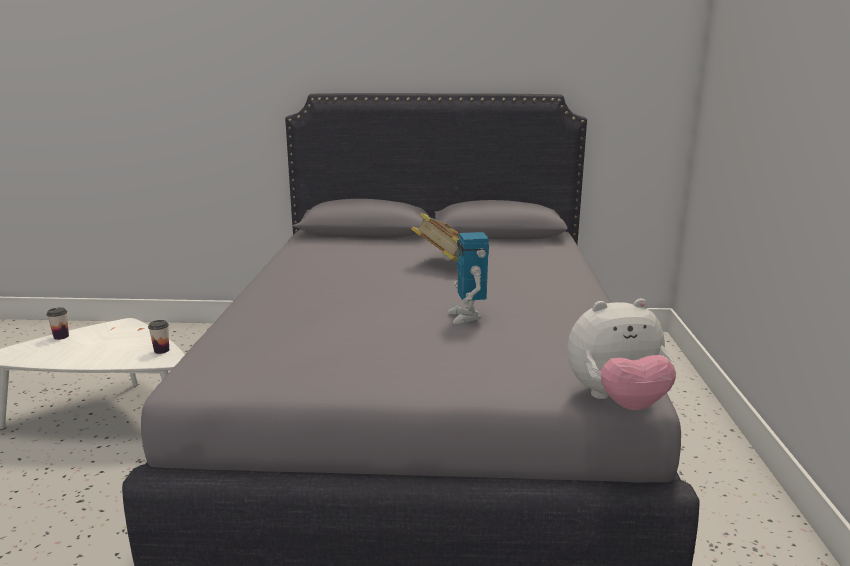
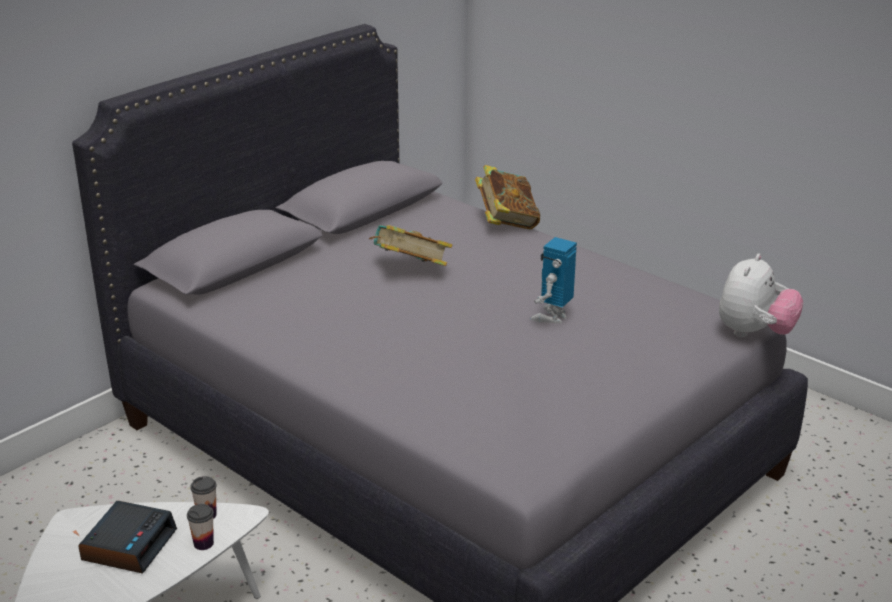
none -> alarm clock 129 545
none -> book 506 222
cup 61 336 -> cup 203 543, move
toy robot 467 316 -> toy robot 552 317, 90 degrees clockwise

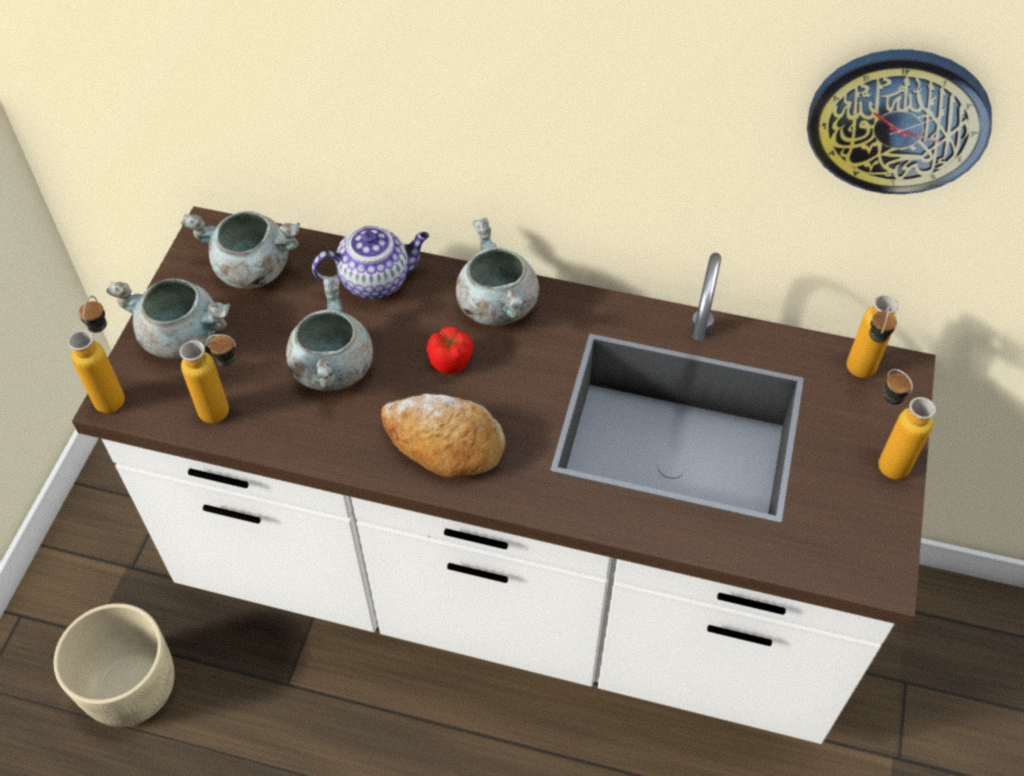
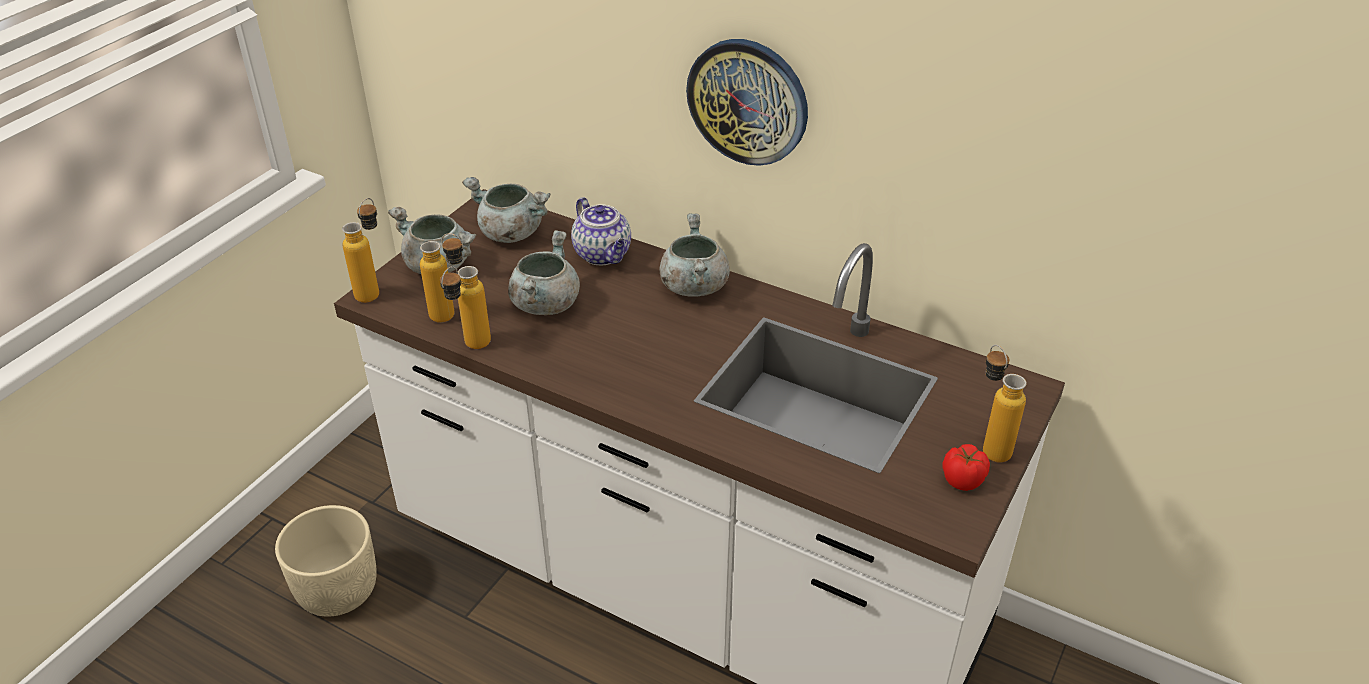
bread 443 443 -> none
tomato 451 361 -> tomato 963 480, move
wall clock 898 120 -> wall clock 748 101, move
bottle 859 377 -> bottle 470 348, move
teapot 376 280 -> teapot 603 255, 60 degrees clockwise

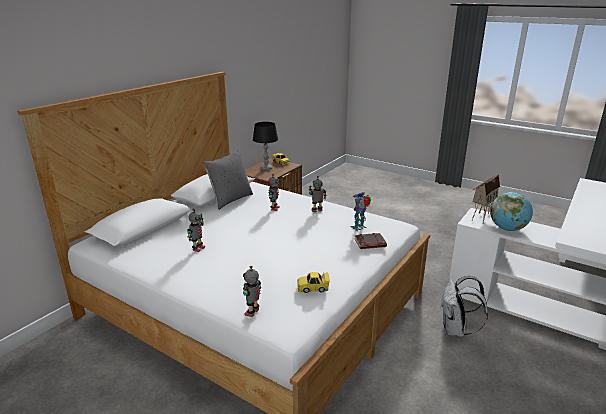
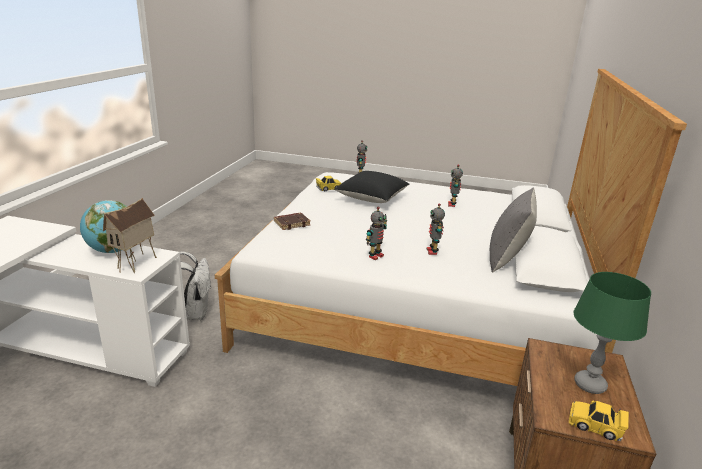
toy robot 360 228 -> none
none -> black pillow 371 198
black table lamp 266 168 -> green table lamp 589 385

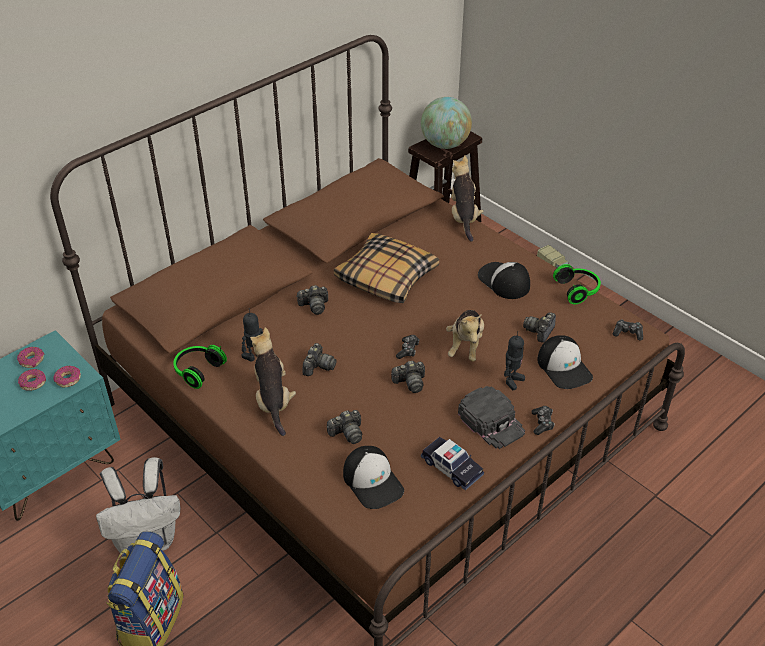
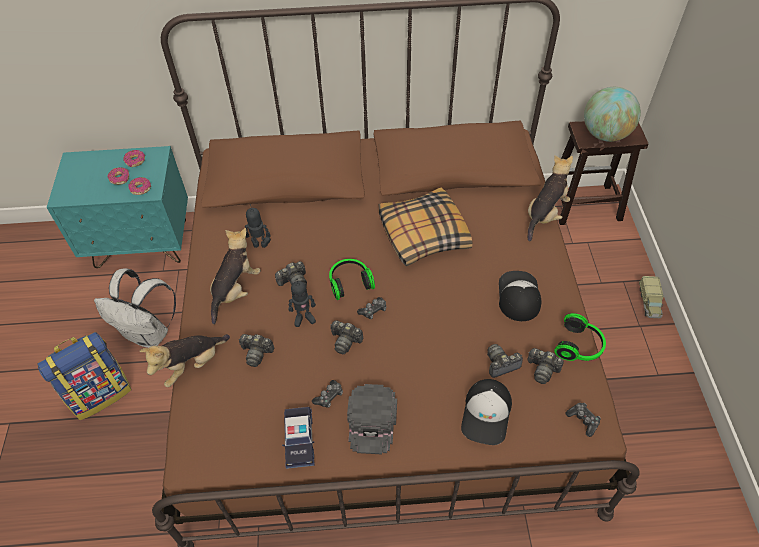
cap 373 481 -> none
headphones 197 370 -> headphones 350 282, move
photo camera 314 306 -> photo camera 542 369, move
plush toy 465 345 -> plush toy 192 365, move
toy robot 512 380 -> toy robot 304 318, move
game controller 542 423 -> game controller 329 397, move

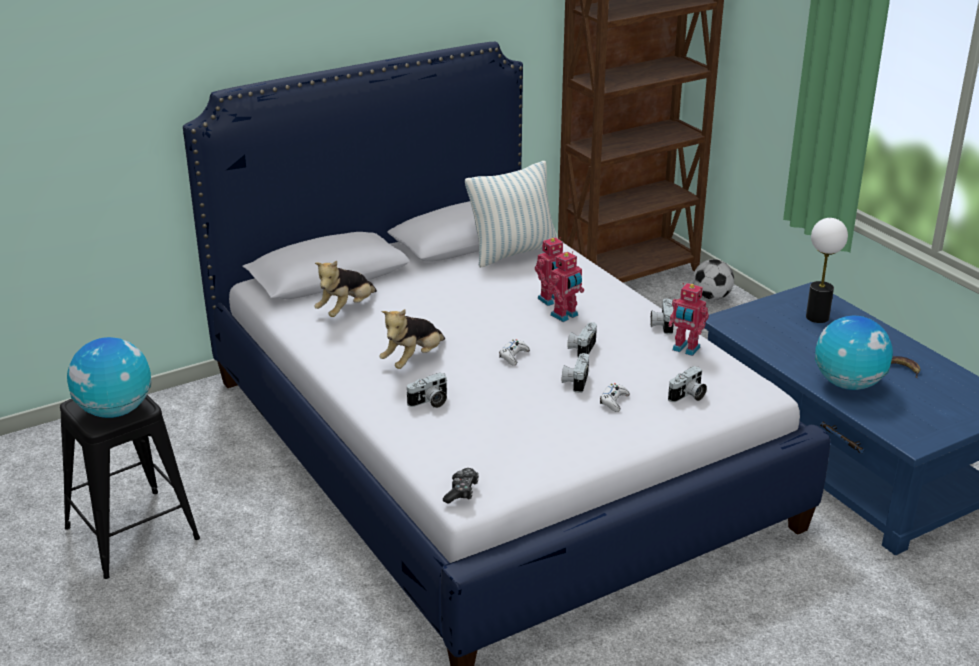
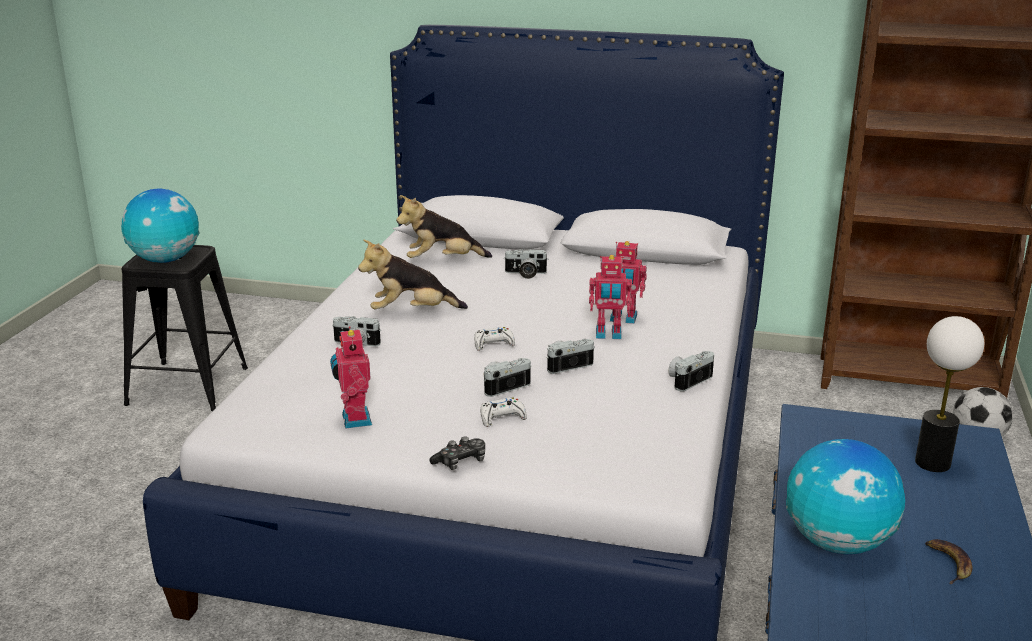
pillow 513 252 -> none
game controller 461 491 -> game controller 461 462, move
toy robot 685 349 -> toy robot 354 419, move
photo camera 688 396 -> photo camera 525 274, move

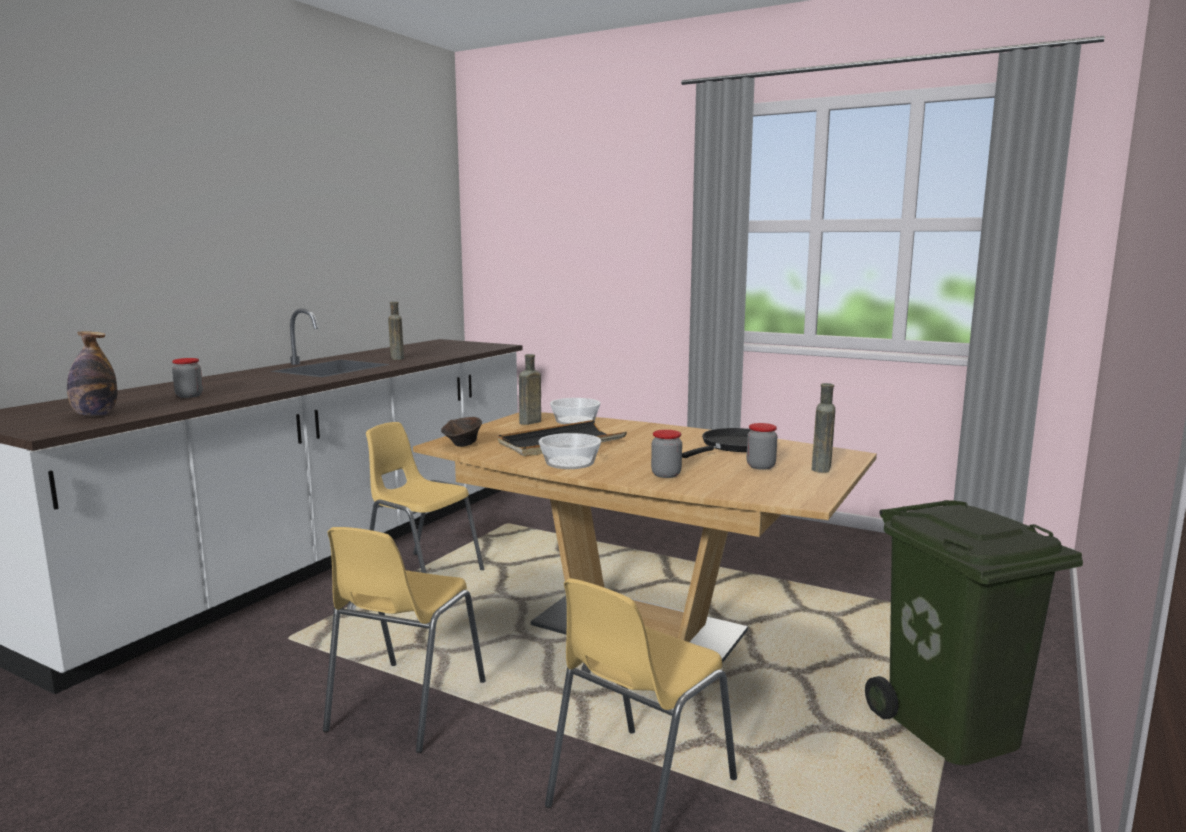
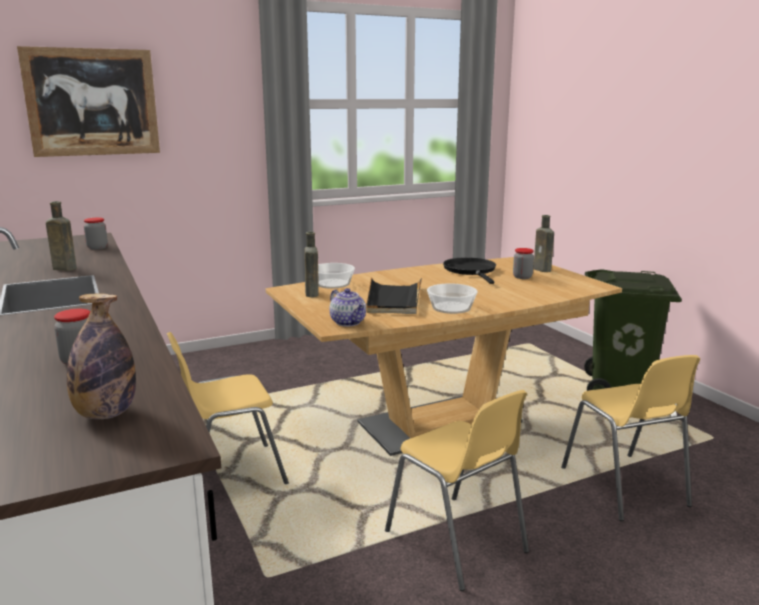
none -> picture 92 102
jar 666 474 -> jar 97 247, move
brown bowl 462 445 -> teapot 348 322

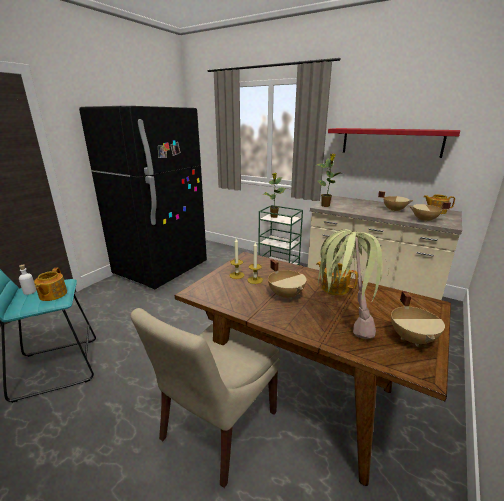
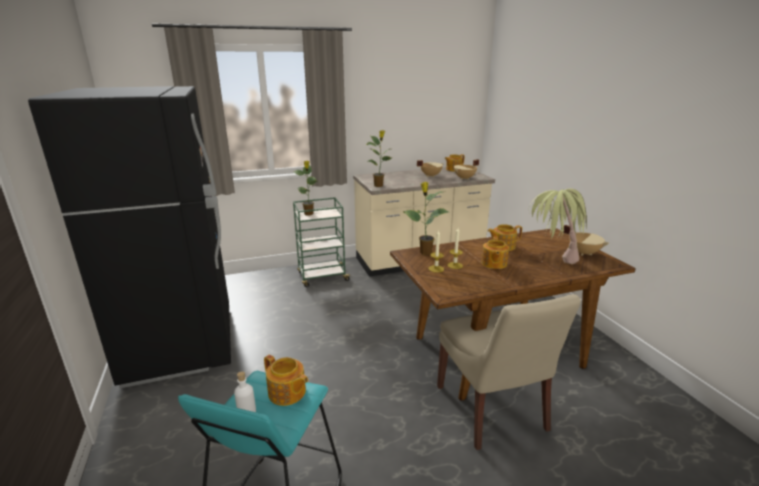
red shelf 391 142 -> none
none -> potted plant 425 252
beige cooking pot 286 295 -> teapot 493 264

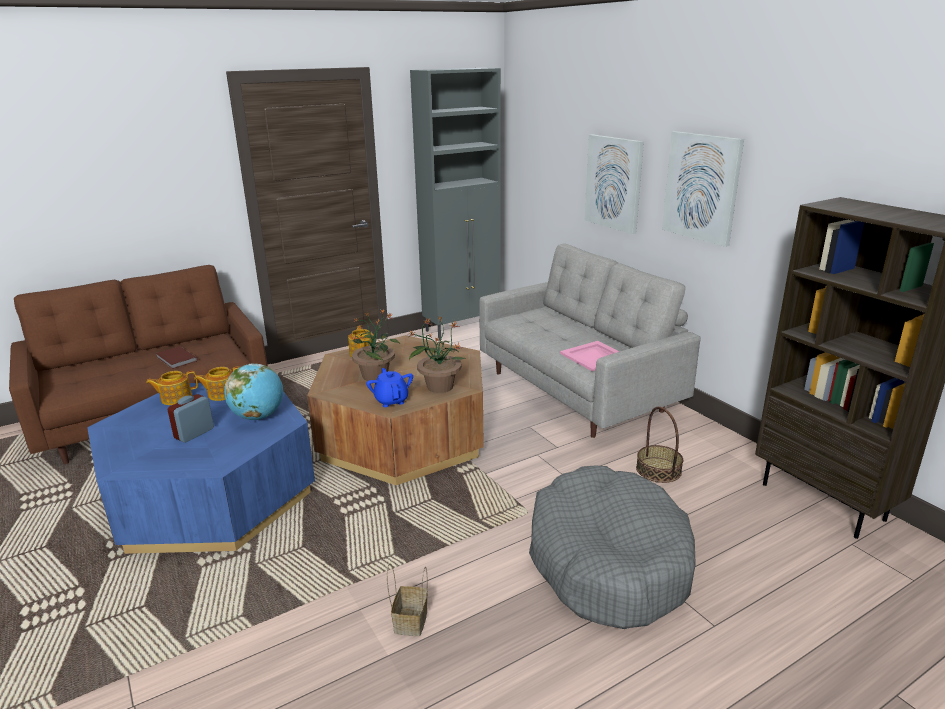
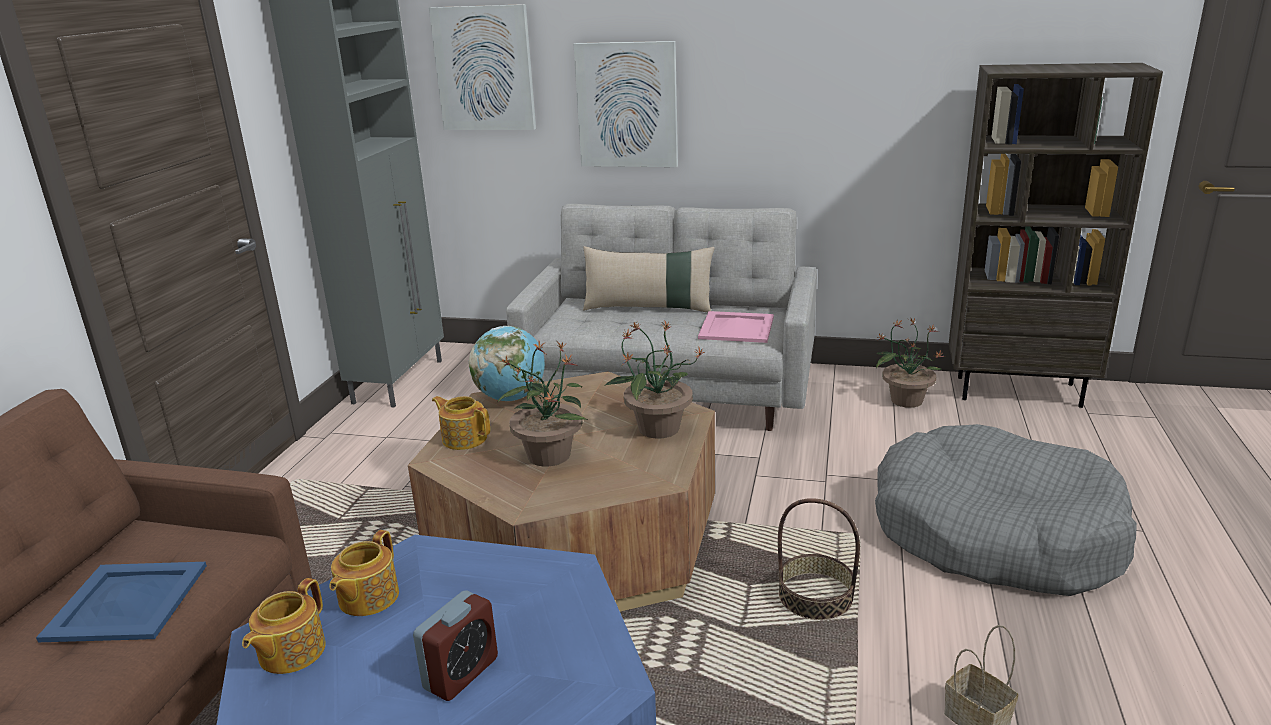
blue teapot 391 400 -> none
none -> beige pillow 649 308
none -> potted plant 905 400
globe 258 417 -> globe 511 397, move
basket 658 470 -> basket 815 597, move
picture 702 187 -> picture 484 68, move
brown book 176 359 -> blue tray 127 602
alarm clock 194 433 -> alarm clock 461 673, 135 degrees counterclockwise

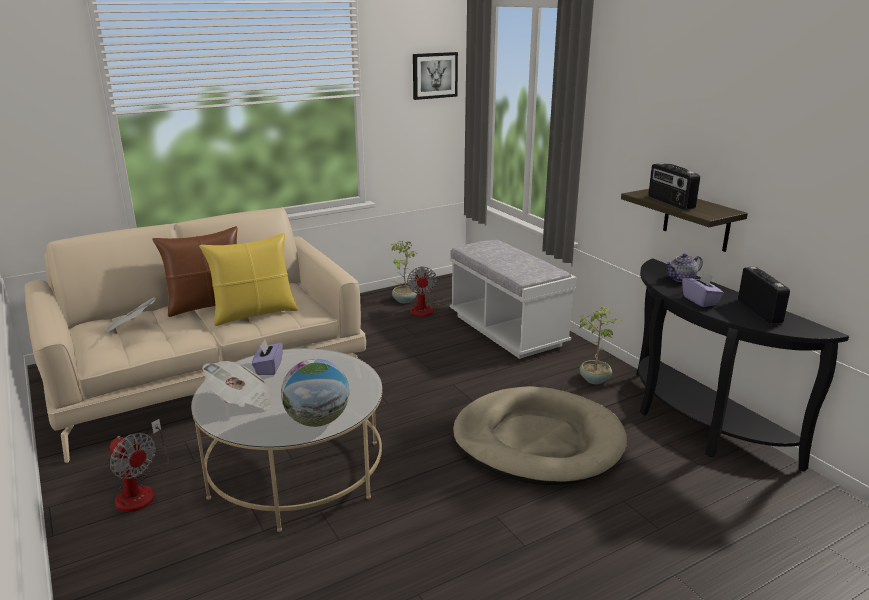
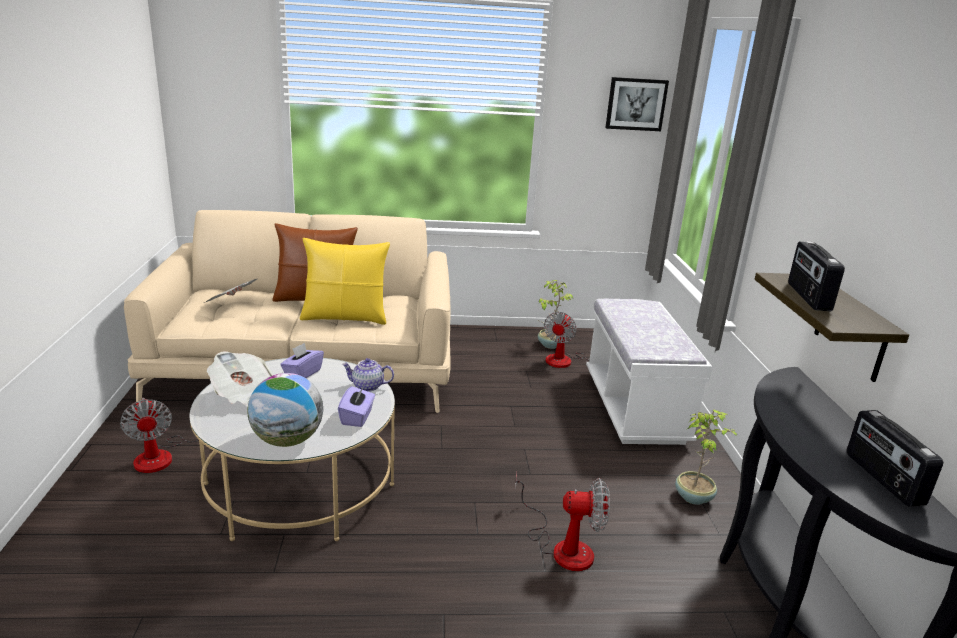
teapot 682 279 -> teapot 367 386, move
purple tissue box 700 300 -> purple tissue box 357 417, move
beige dog bed 537 441 -> fan 563 546
radio 760 311 -> radio 882 479, 150 degrees clockwise

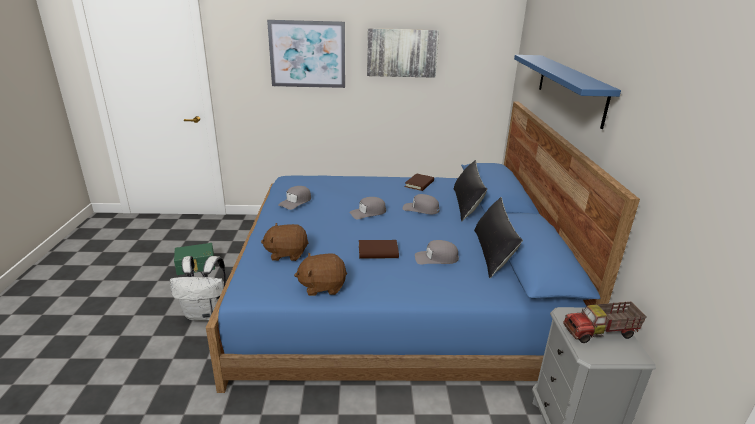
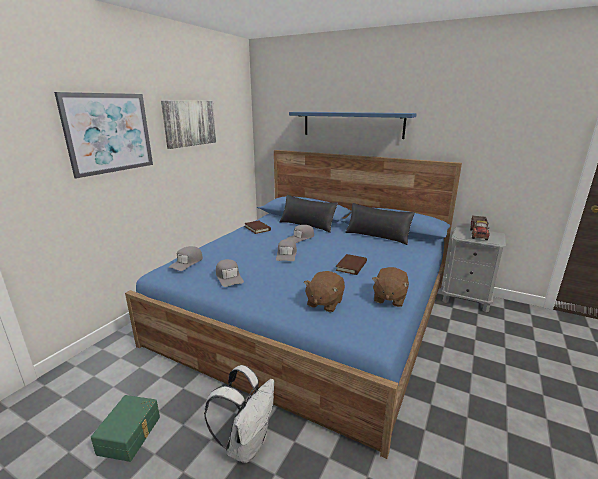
grey cap 436 258 -> grey cap 187 262, move

